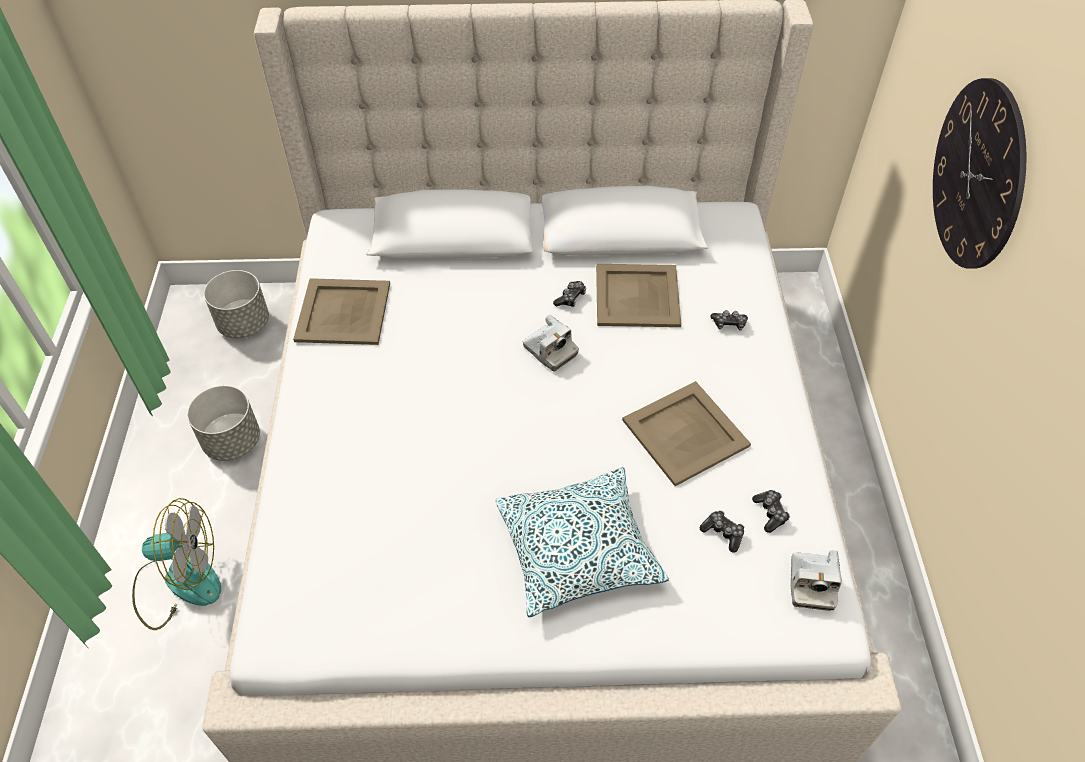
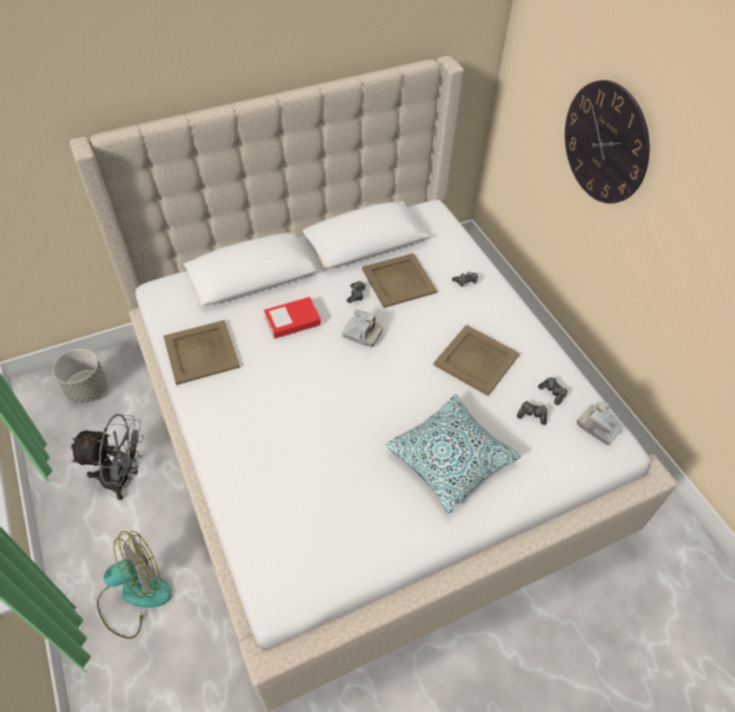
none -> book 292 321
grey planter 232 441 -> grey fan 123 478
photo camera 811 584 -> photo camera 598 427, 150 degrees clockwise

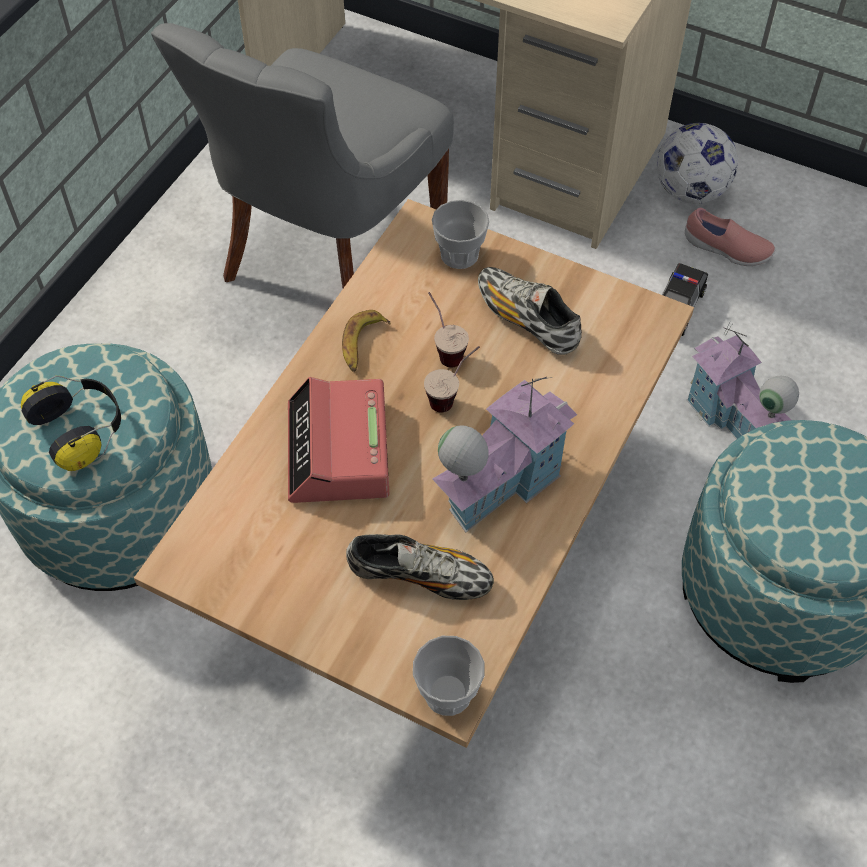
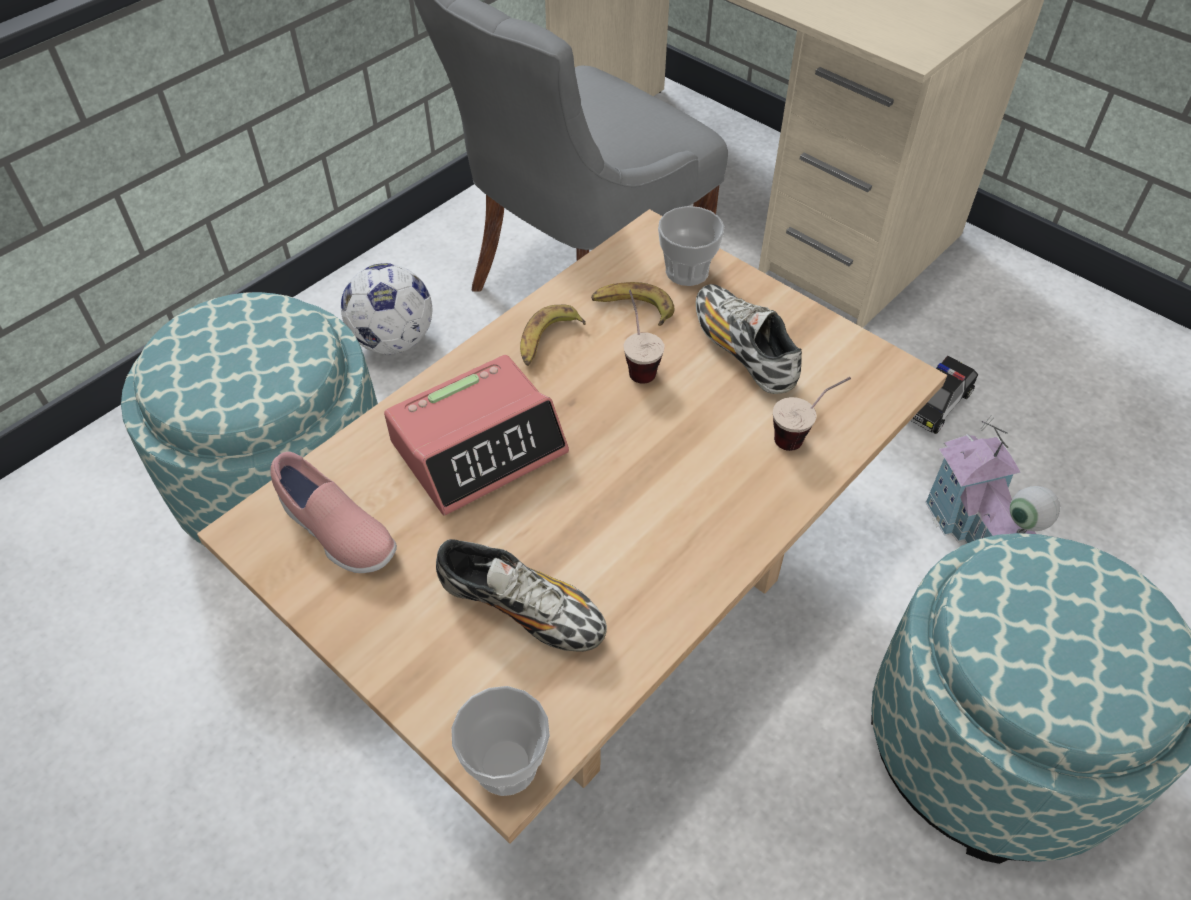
headphones 81 430 -> none
toy house 500 484 -> none
none -> banana 632 308
cup 452 396 -> cup 803 435, move
football 690 191 -> football 394 340, move
pink shoe 726 250 -> pink shoe 336 533, move
alarm clock 338 451 -> alarm clock 479 446, 135 degrees counterclockwise

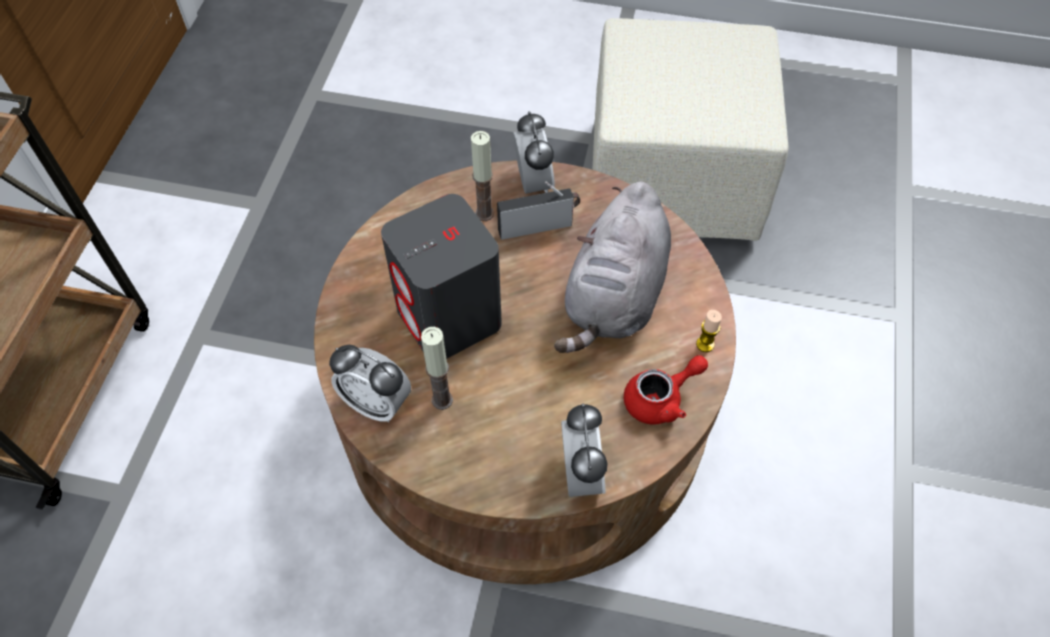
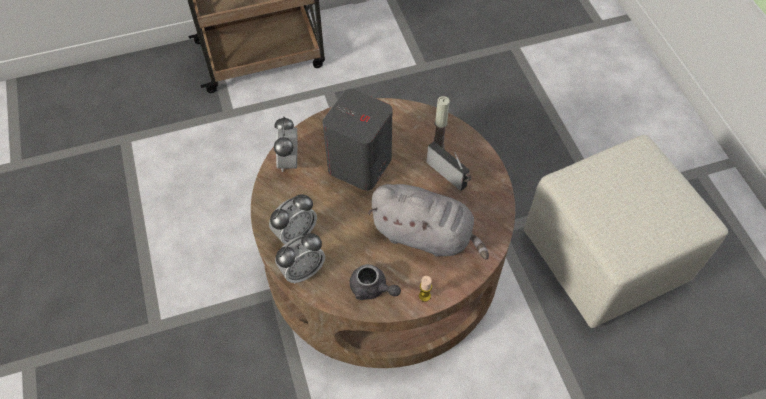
candle 442 400 -> none
alarm clock 533 183 -> alarm clock 295 233, move
red teapot 660 399 -> grey teapot 372 289
grey plush toy 614 297 -> grey plush toy 426 235, 150 degrees counterclockwise

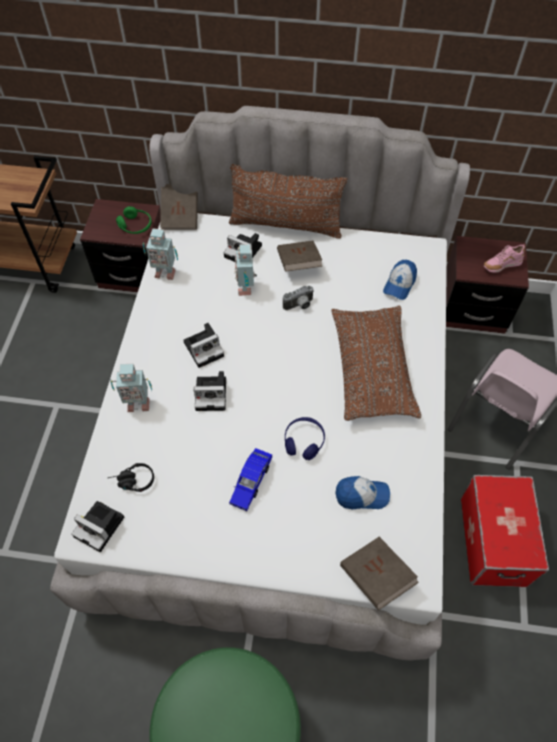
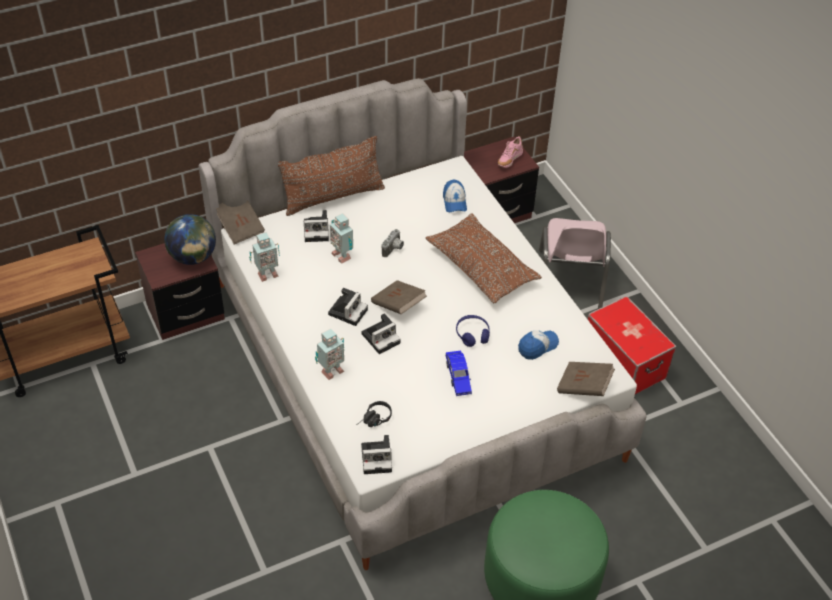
brown book 298 264 -> brown book 398 305, move
green headphones 135 226 -> globe 193 257

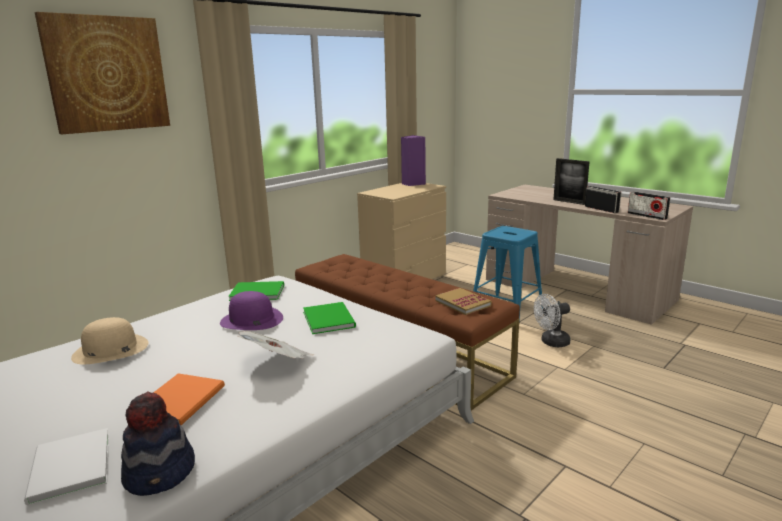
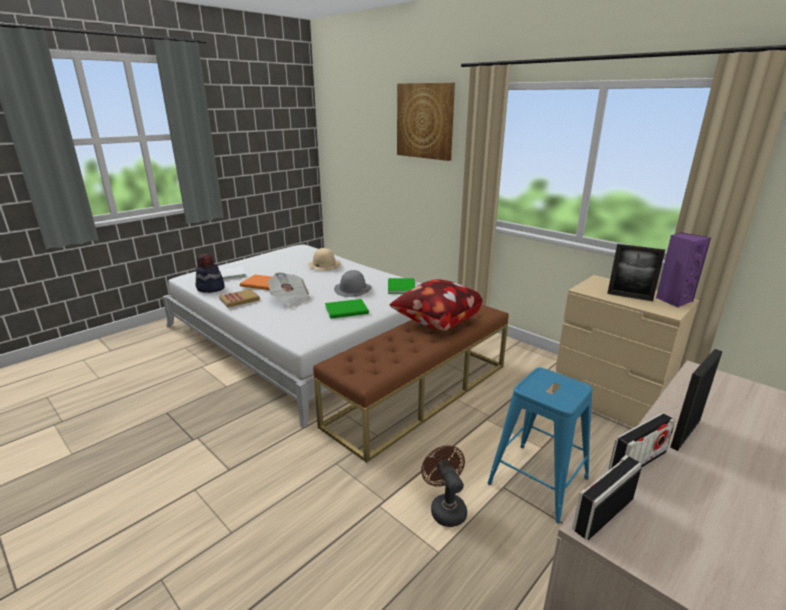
none -> pillow 435 322
none -> picture frame 629 296
book 463 303 -> book 239 300, move
purple hat 251 320 -> grey hat 352 289
white fan 551 342 -> brown fan 445 508

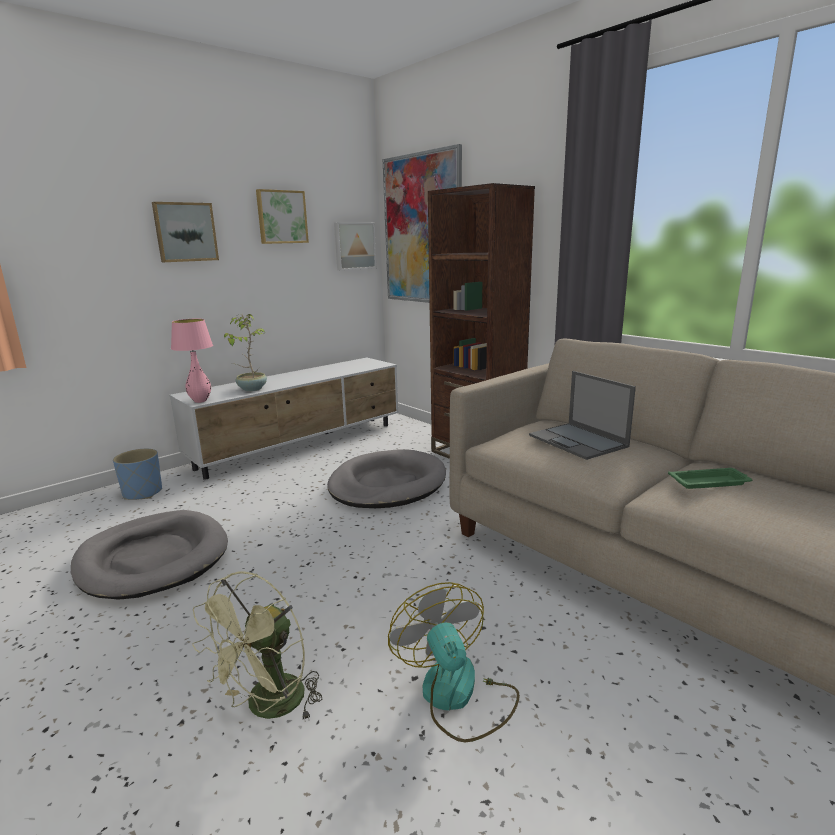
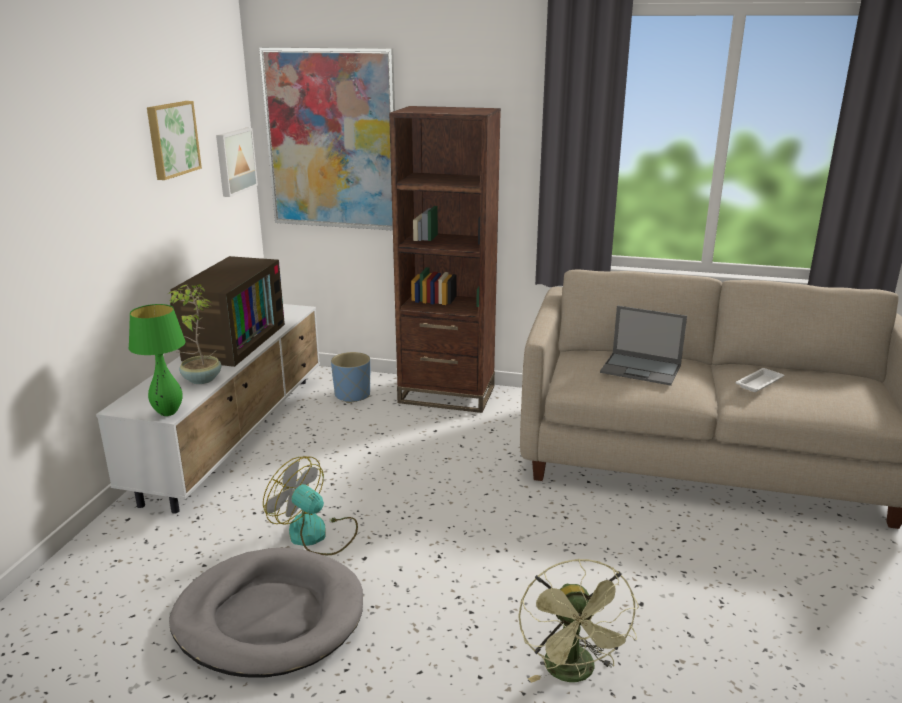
picture 185 232 -> none
grey dog bed 387 484 -> none
none -> television 232 341
blue planter 142 493 -> blue planter 352 395, move
fan 457 696 -> fan 316 535, move
pink table lamp 200 401 -> green table lamp 168 413
green tray 710 482 -> white tray 760 383

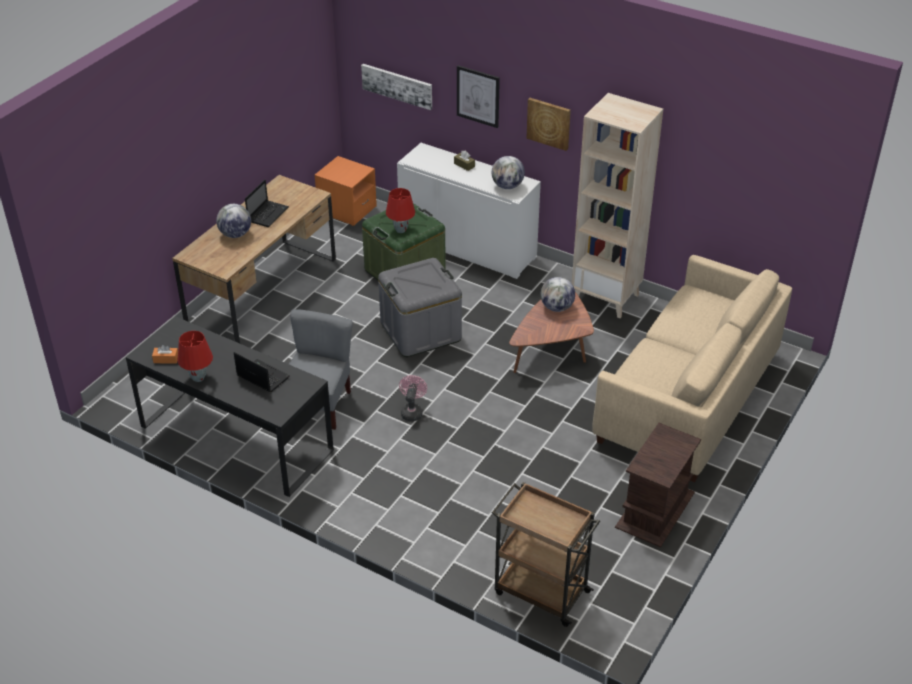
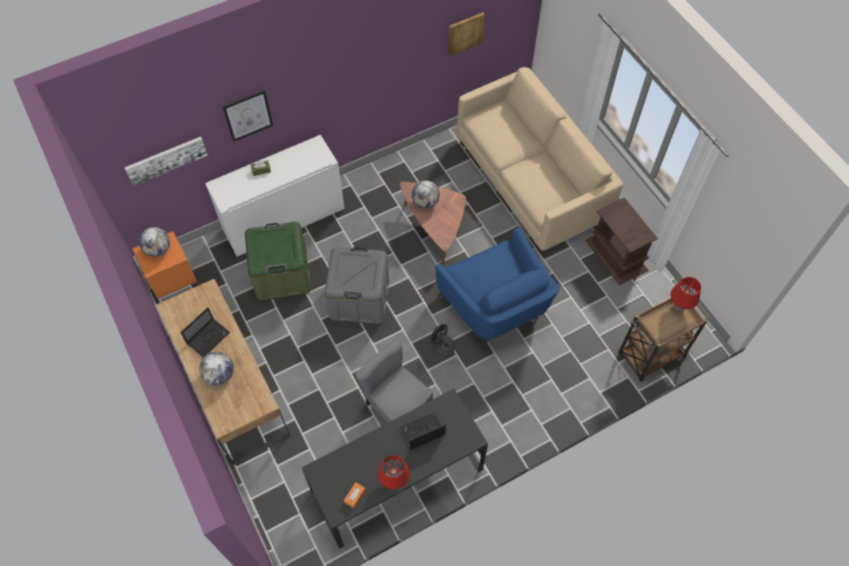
beige bookcase 606 298 -> none
none -> blue armchair 495 306
red table lamp 400 230 -> red table lamp 679 306, move
globe 507 186 -> globe 158 249, move
picture 549 123 -> picture 465 33, move
pink fan 412 411 -> black fan 442 347
laptop 268 214 -> laptop 209 337, 75 degrees clockwise

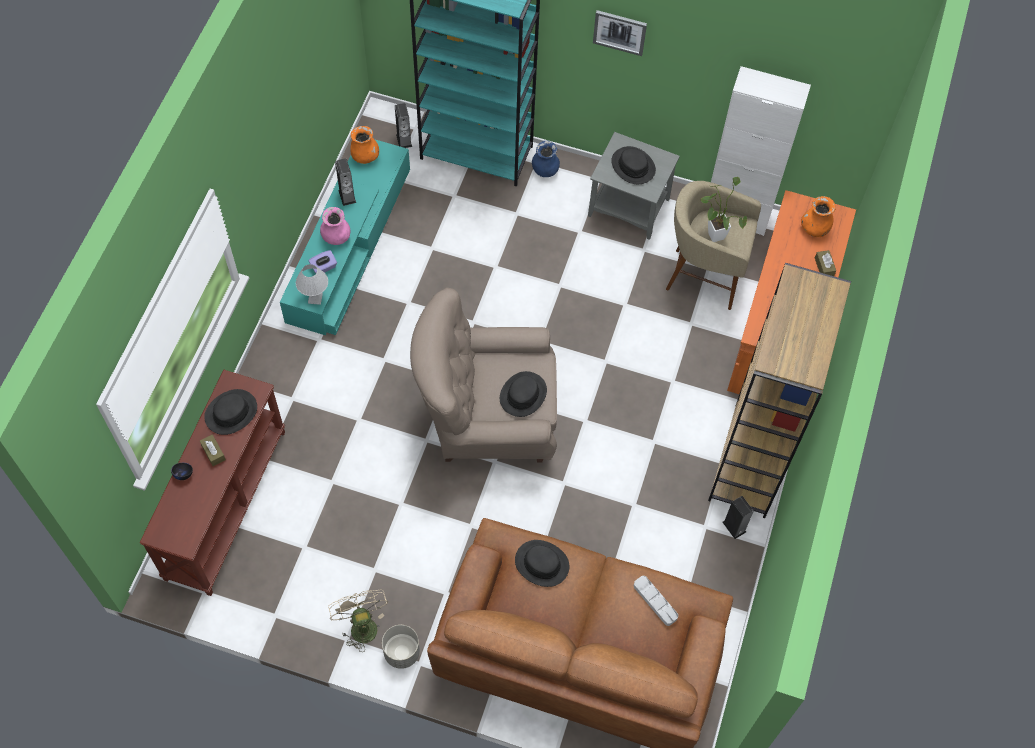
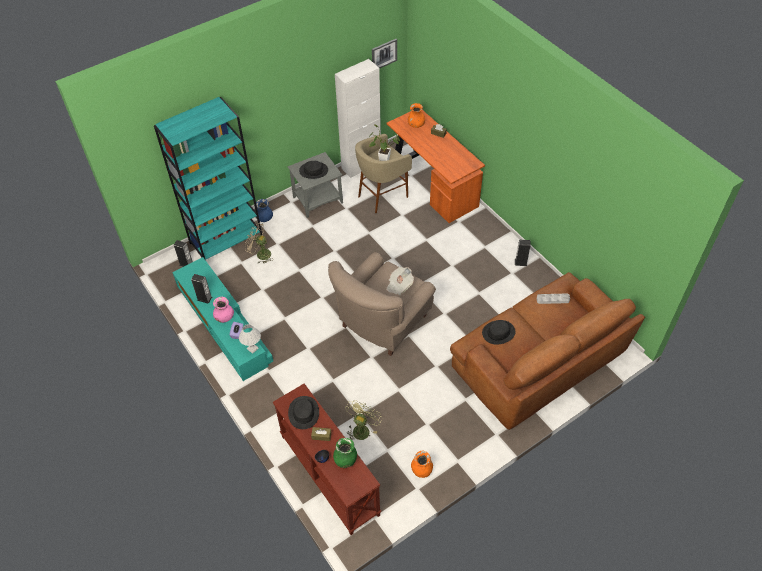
grey planter 402 652 -> none
brown bookcase 750 460 -> none
none -> green vase 345 460
none -> green fan 362 428
beige fan 361 625 -> beige fan 260 254, move
orange vase 365 156 -> orange vase 421 470, move
picture 619 32 -> picture 384 54, move
black hat 523 394 -> newspaper 399 285

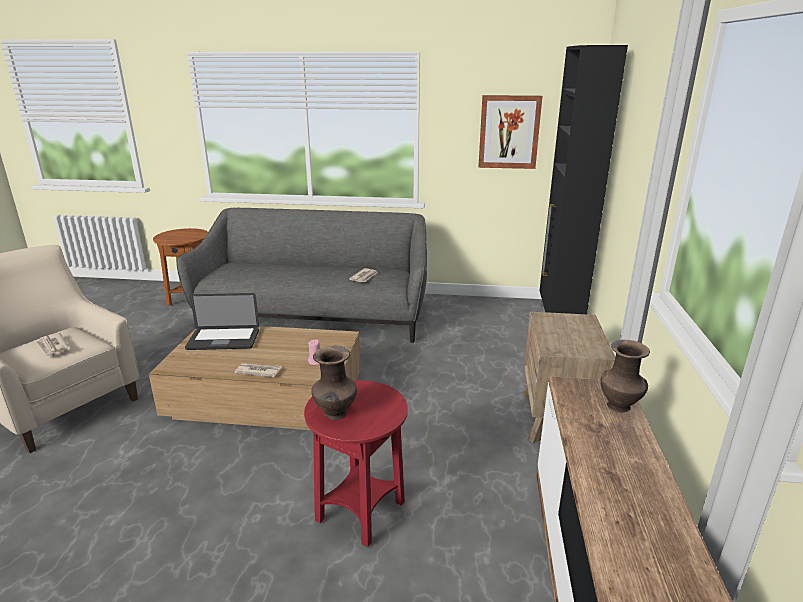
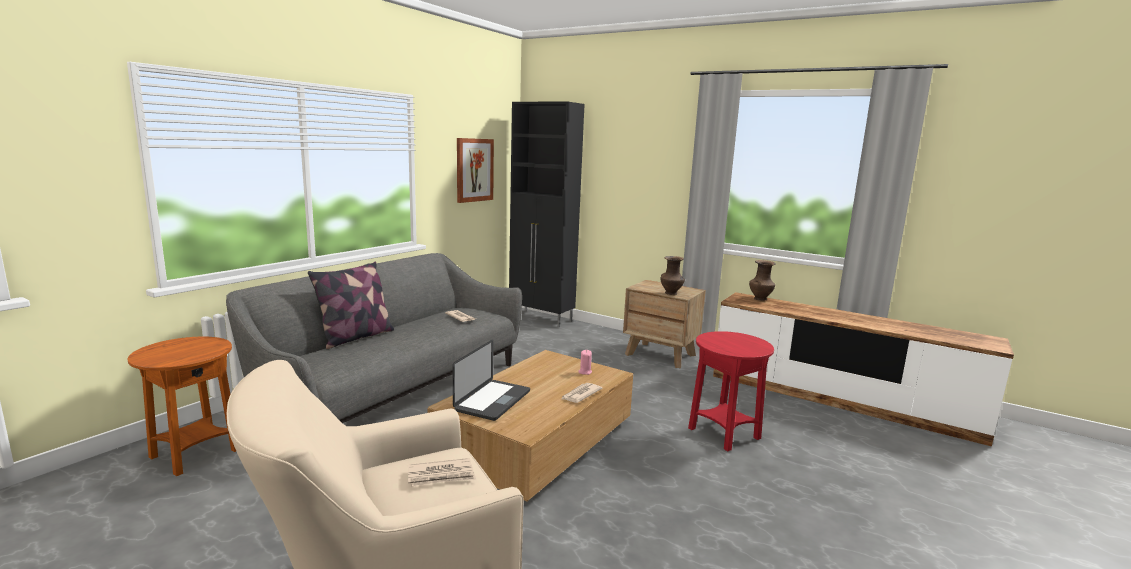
none -> pillow 355 337
brown vase 335 414 -> brown vase 671 293, move

